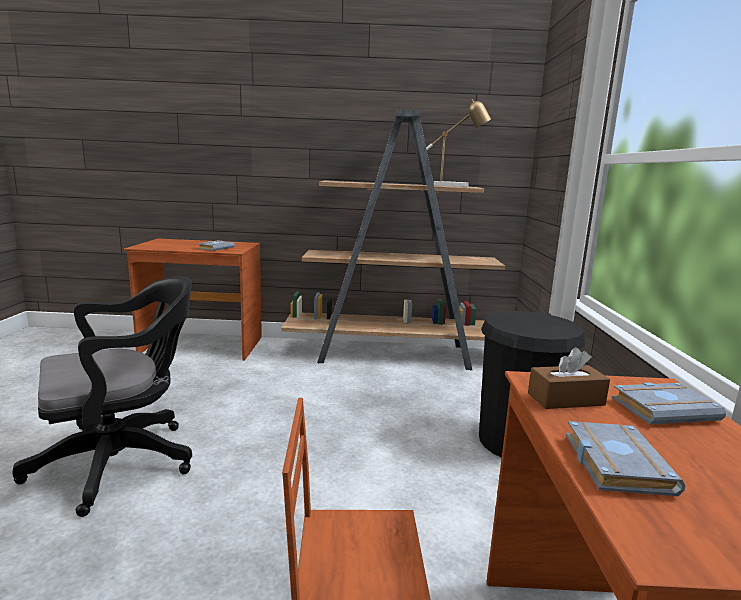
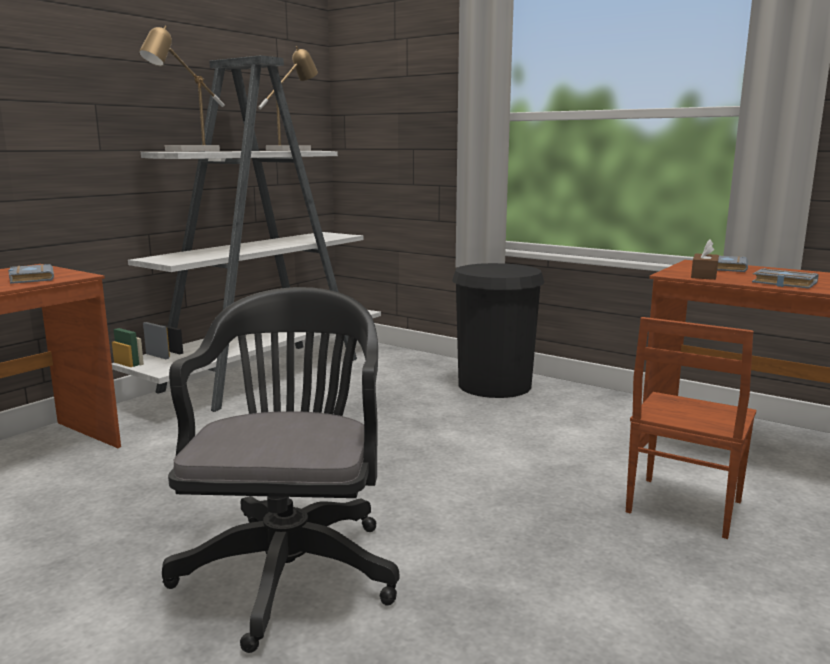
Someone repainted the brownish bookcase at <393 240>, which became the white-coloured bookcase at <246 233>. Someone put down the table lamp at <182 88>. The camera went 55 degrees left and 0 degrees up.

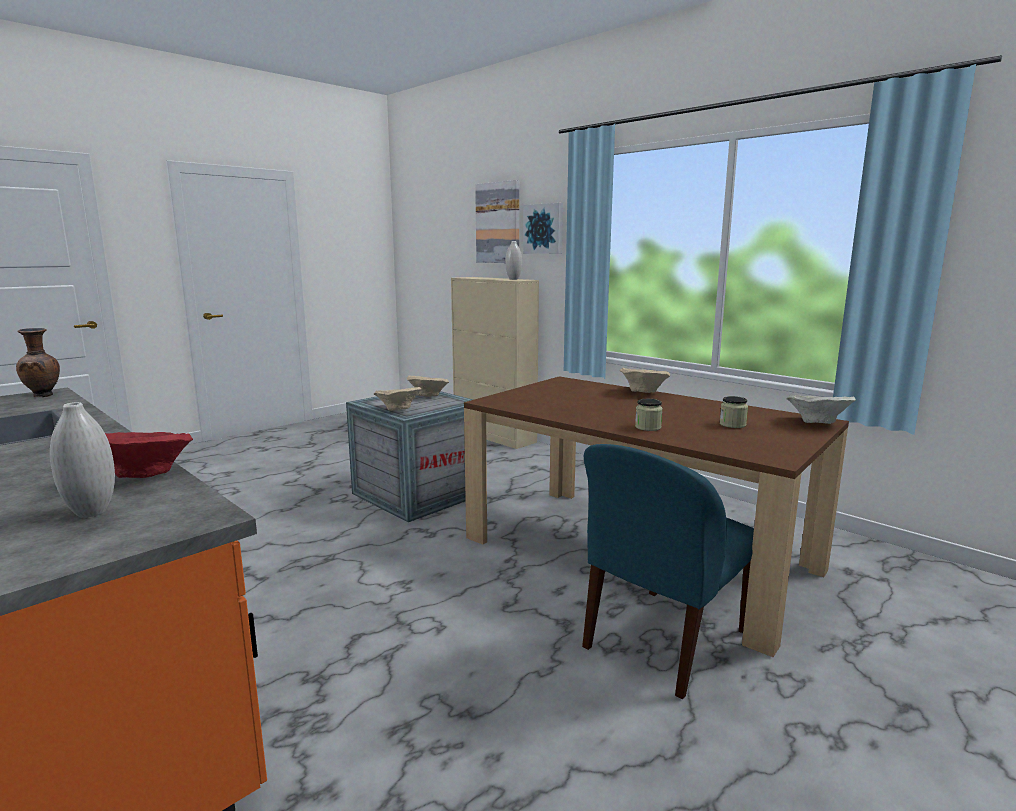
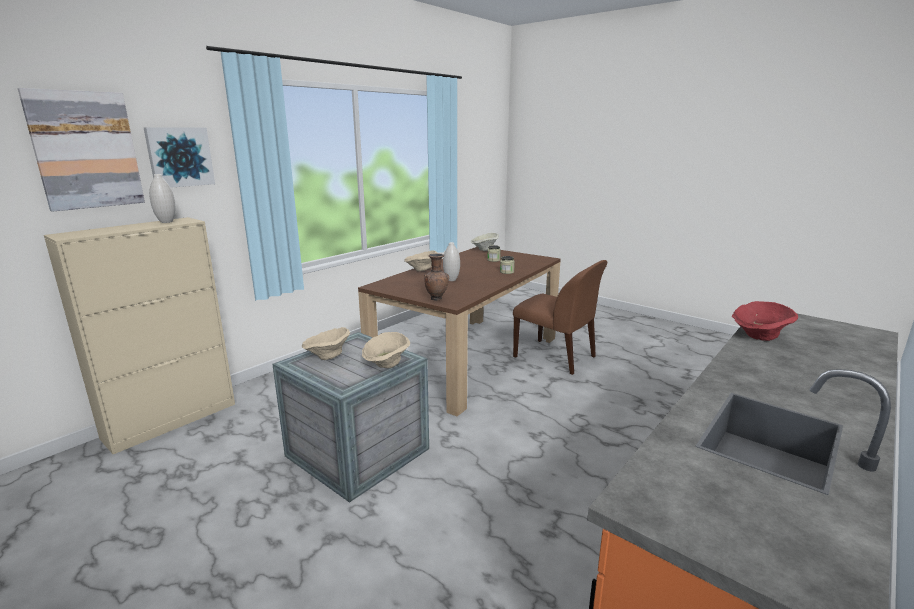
Someone carried the brownish vase from <38 362> to <436 277>. Someone carried the white-coloured vase from <82 460> to <451 261>. Someone repainted the blue-coloured chair at <668 571>, which became the brownish chair at <560 317>. The camera went 95 degrees left and 5 degrees up.

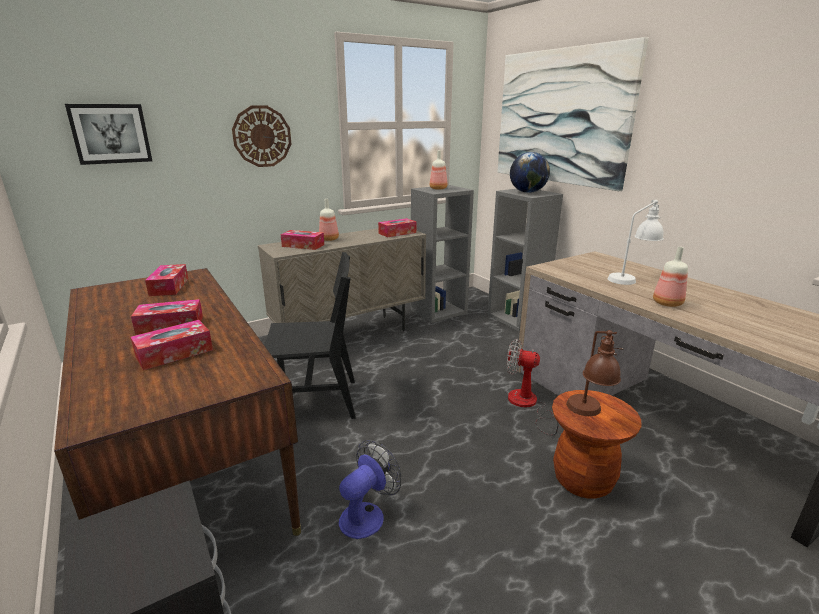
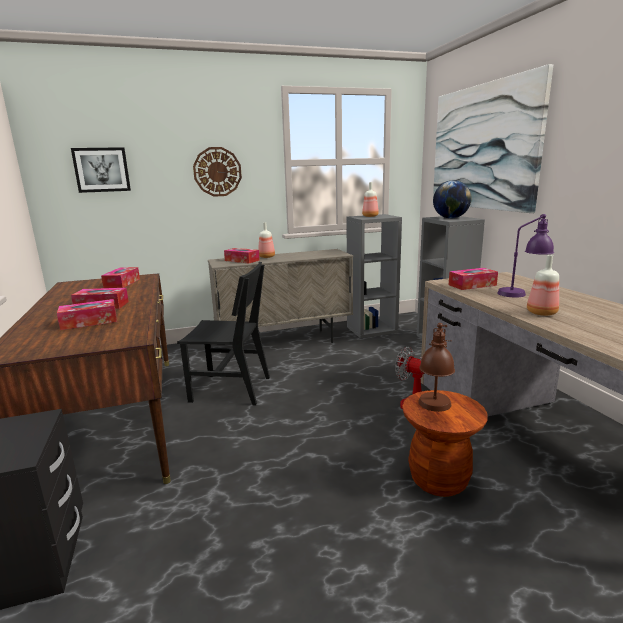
Someone carried the tissue box from <397 227> to <473 279>. Someone repainted the white-coloured table lamp at <636 242>, which became the purple-coloured table lamp at <525 255>. Someone took away the cooling fan at <370 489>. The camera went 15 degrees right and 5 degrees down.

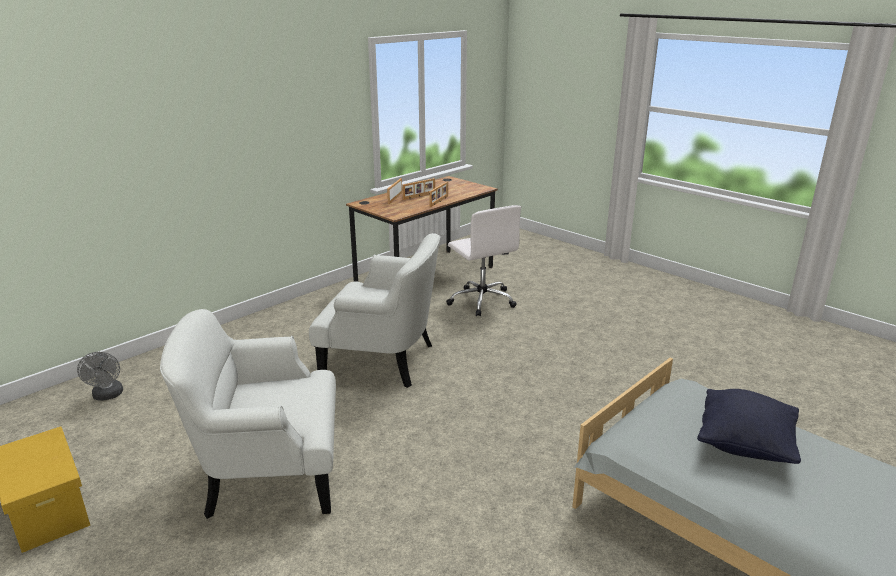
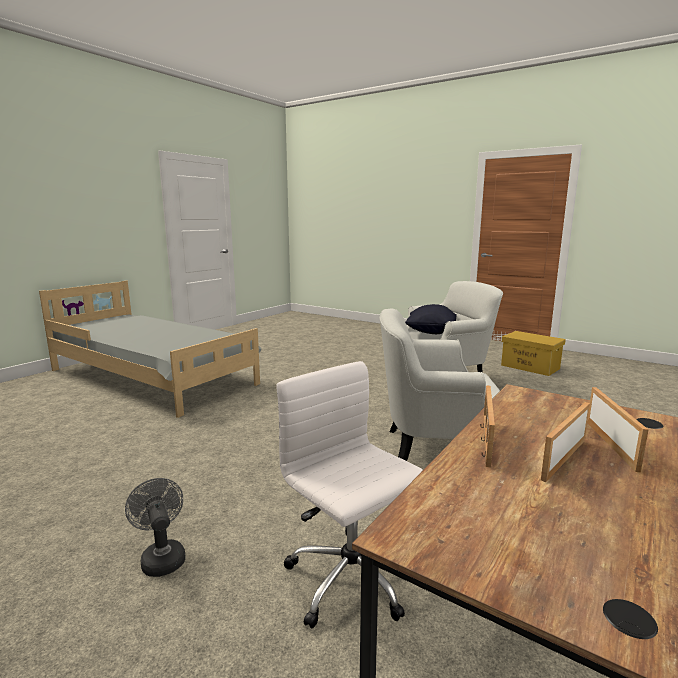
Someone carried the grey cooling fan from <100 376> to <155 527>. Someone carried the blackish throw pillow from <749 426> to <431 319>. The camera went 170 degrees right and 10 degrees down.

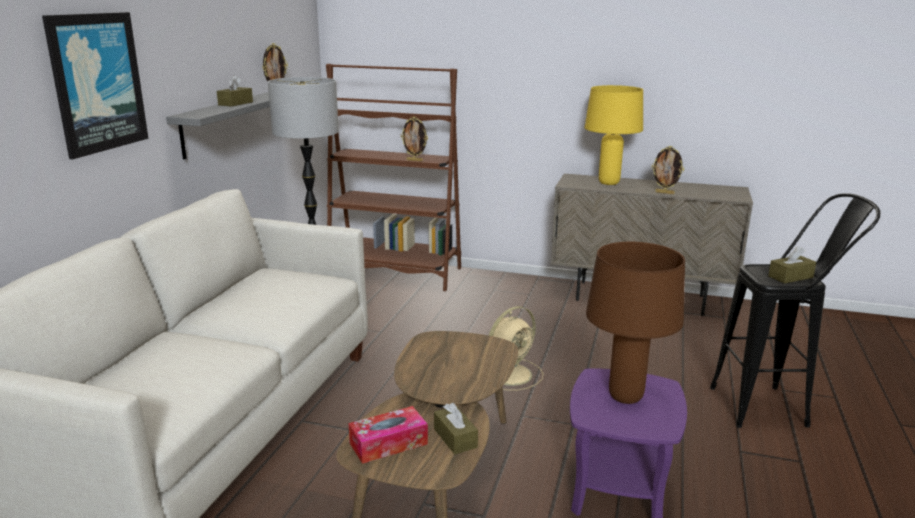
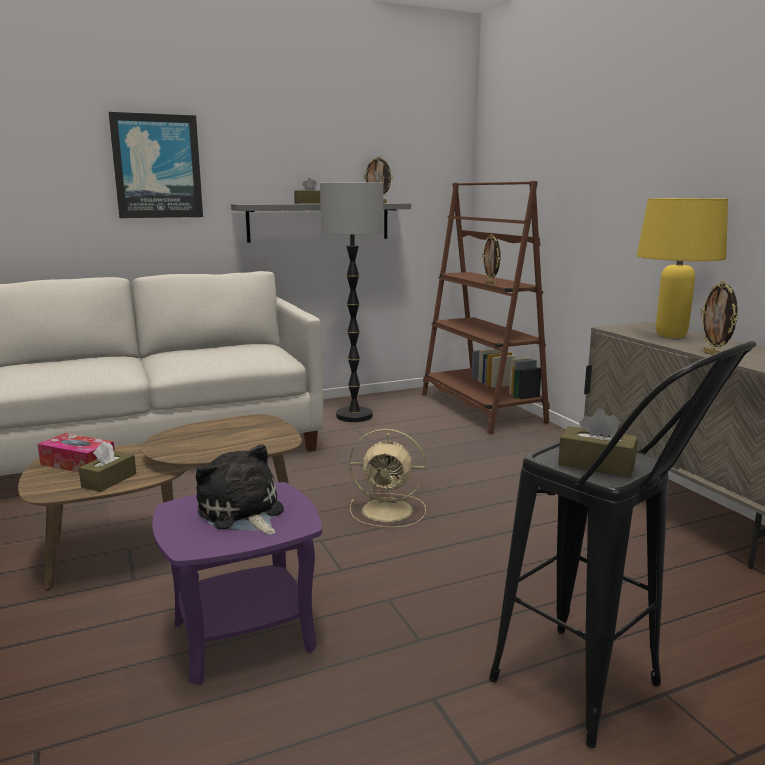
Someone swapped the brownish table lamp at <635 323> for the cuddly toy at <240 489>. The camera went 50 degrees right and 5 degrees down.

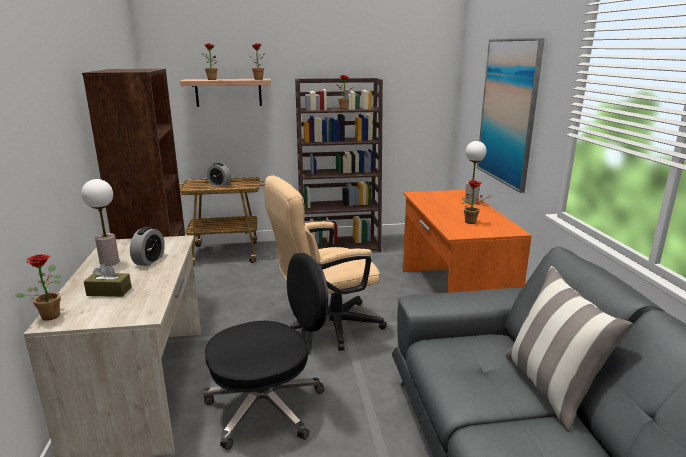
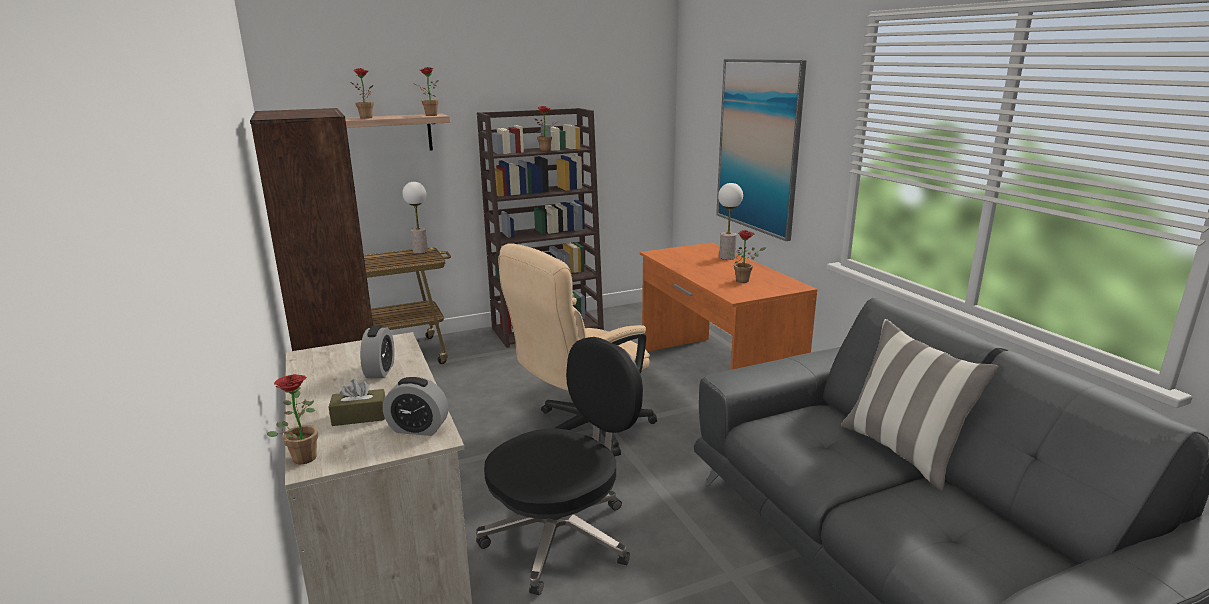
Someone carried the bedside clock from <219 174> to <415 406>. Someone carried the table lamp from <100 222> to <415 217>. The camera went 15 degrees left and 0 degrees up.

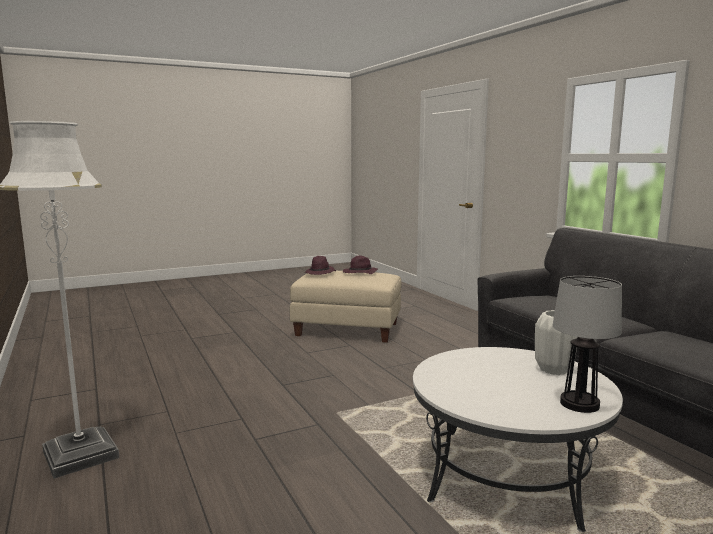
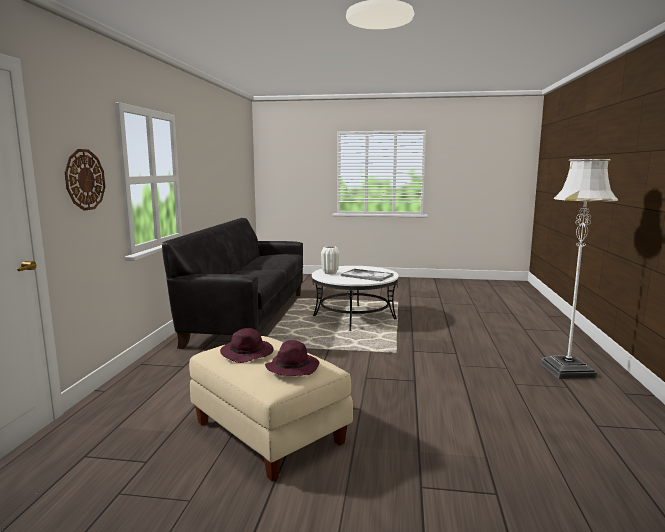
Someone put up the hanging clock at <85 180>. Someone put down the carrying tray at <367 275>. Someone took away the table lamp at <587 344>. The camera went 145 degrees left and 0 degrees up.

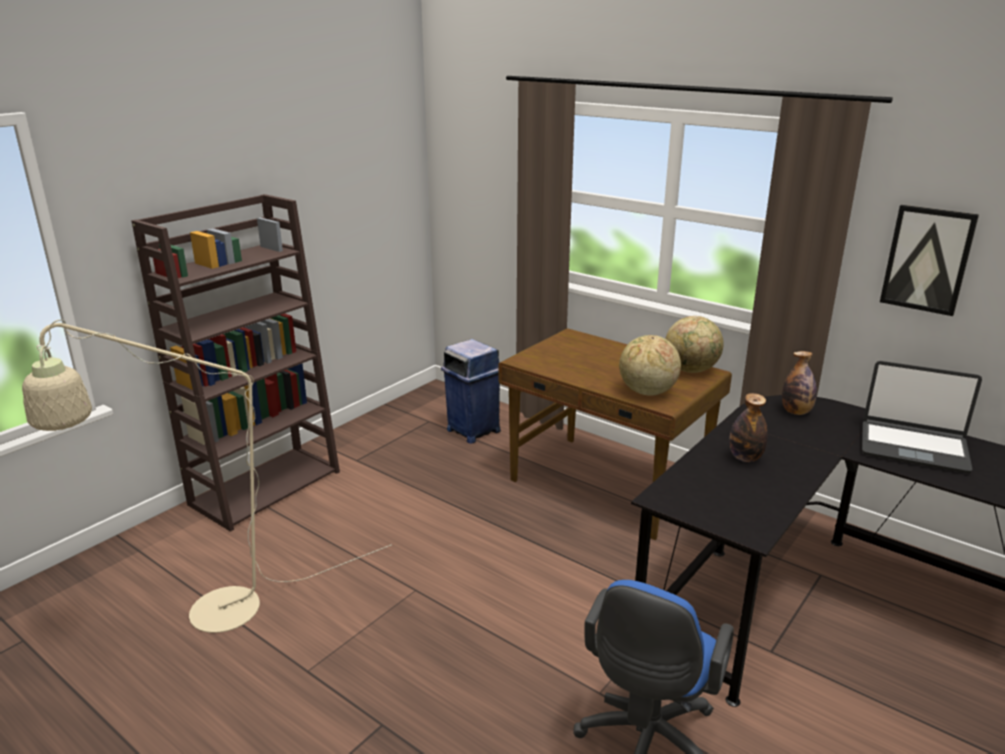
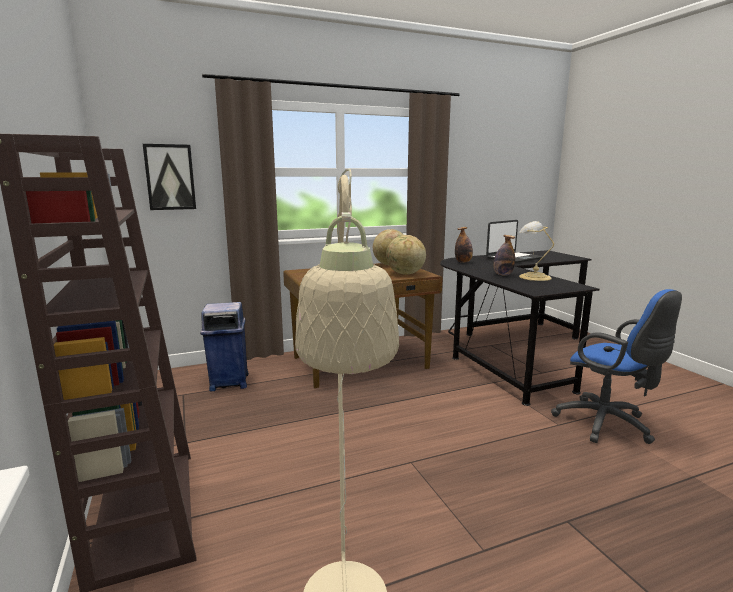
Someone carried the wall picture from <929 260> to <169 177>. Someone put down the table lamp at <536 251>. The camera went 60 degrees left and 10 degrees down.

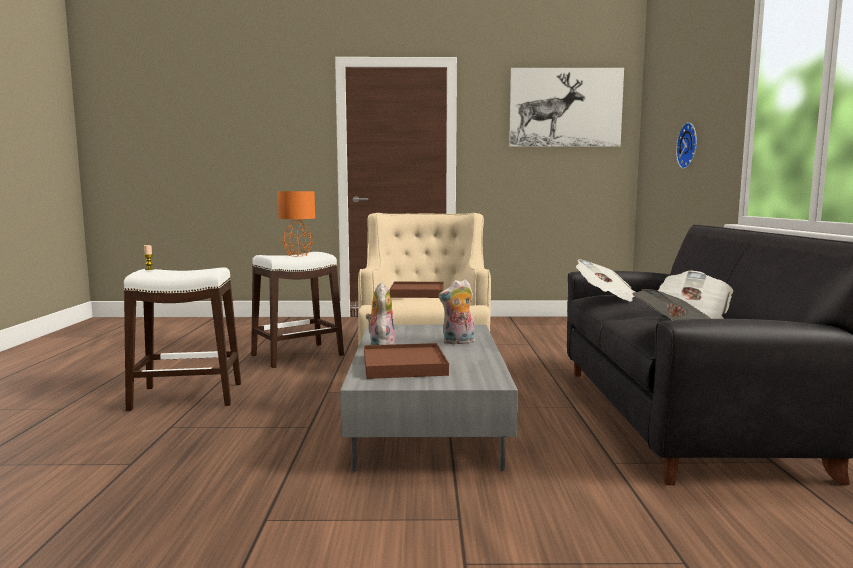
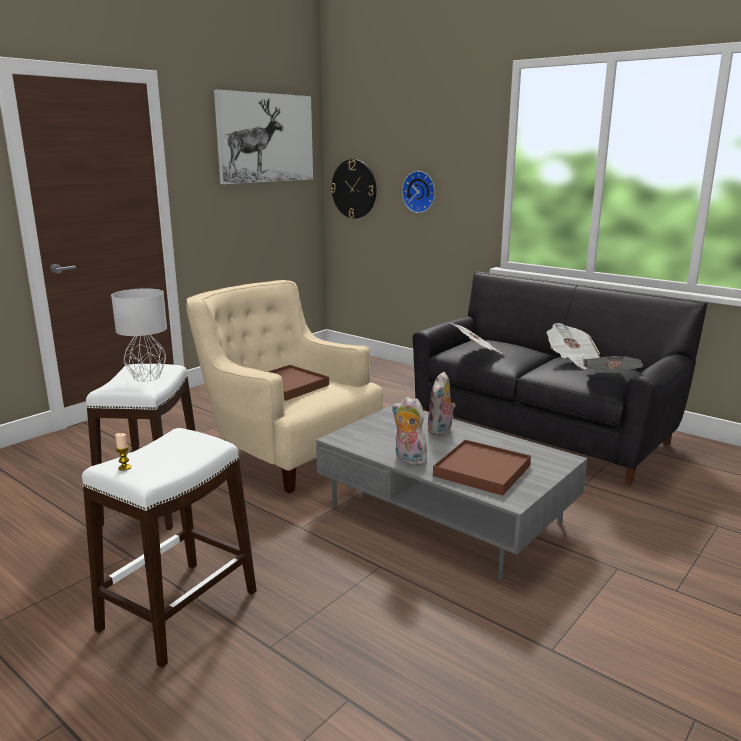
Someone repainted the orangey table lamp at <296 223>, which became the grey table lamp at <139 335>. Someone put up the hanging clock at <353 189>. The camera went 50 degrees left and 10 degrees up.

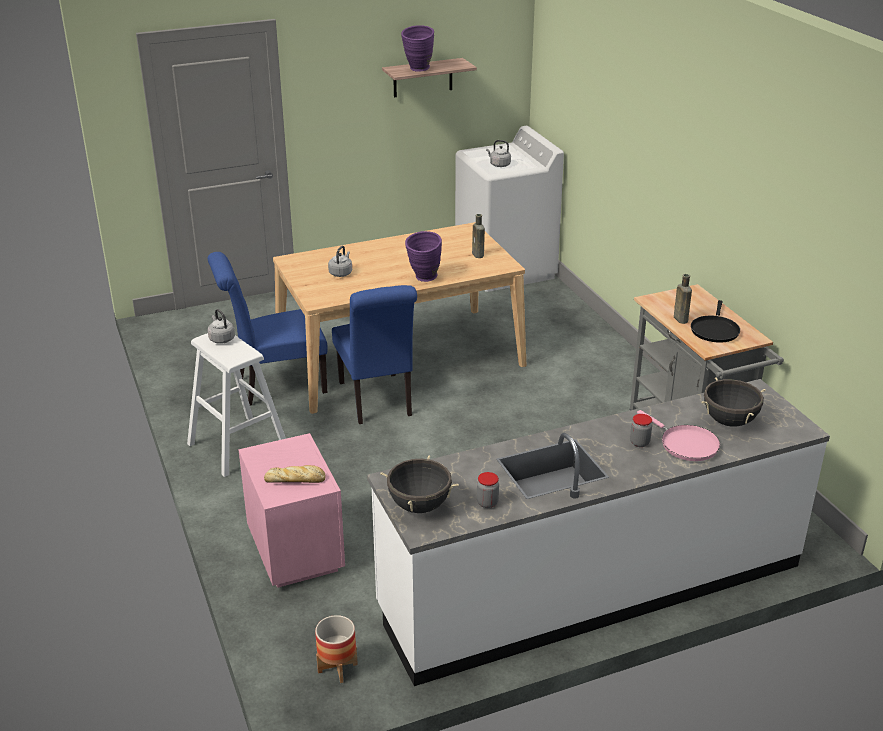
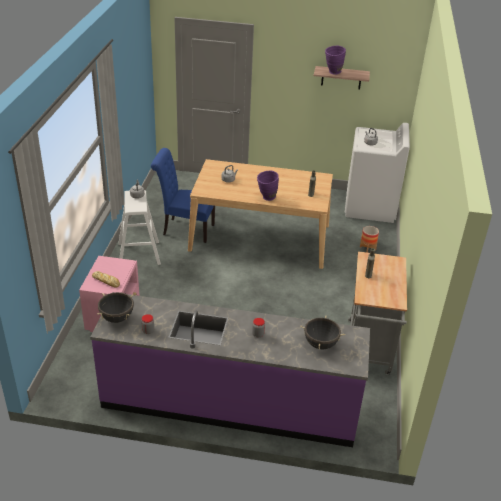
Someone repainted the white-coloured kitchen base unit at <598 532>, which became the purple-coloured kitchen base unit at <230 369>. Someone carried the flower pot from <336 649> to <369 239>. Someone took away the blue-coloured chair at <374 354>. Someone took away the pink-coloured frying pan at <678 435>. Someone took away the blackish frying pan at <715 321>. The camera went 30 degrees right and 5 degrees up.

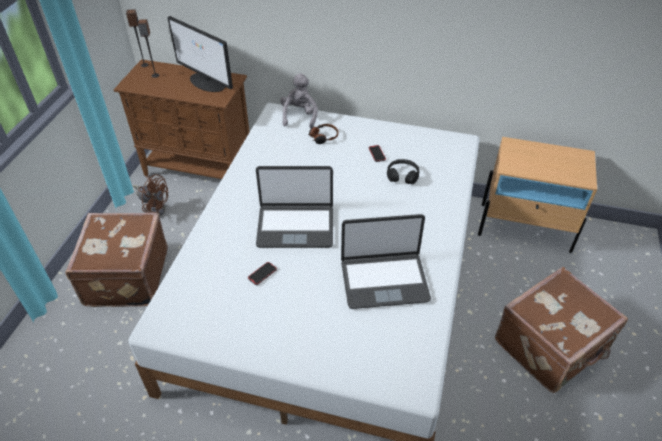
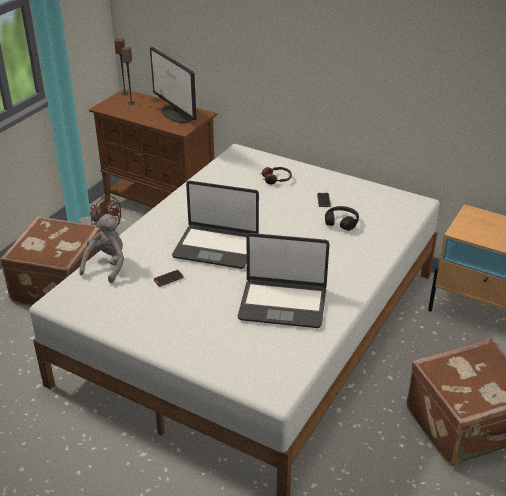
Someone carried the grey cuddly toy from <299 100> to <101 248>. The camera went 15 degrees right and 10 degrees down.

